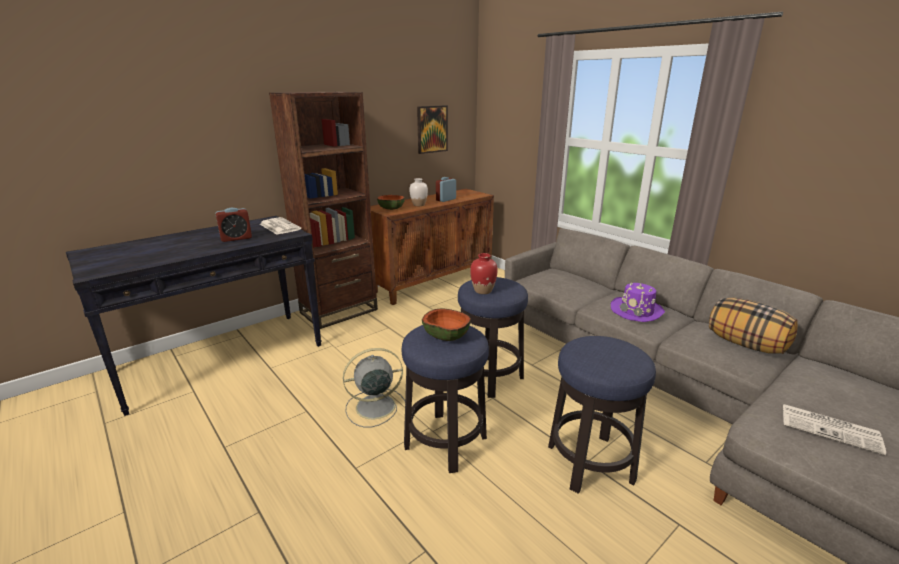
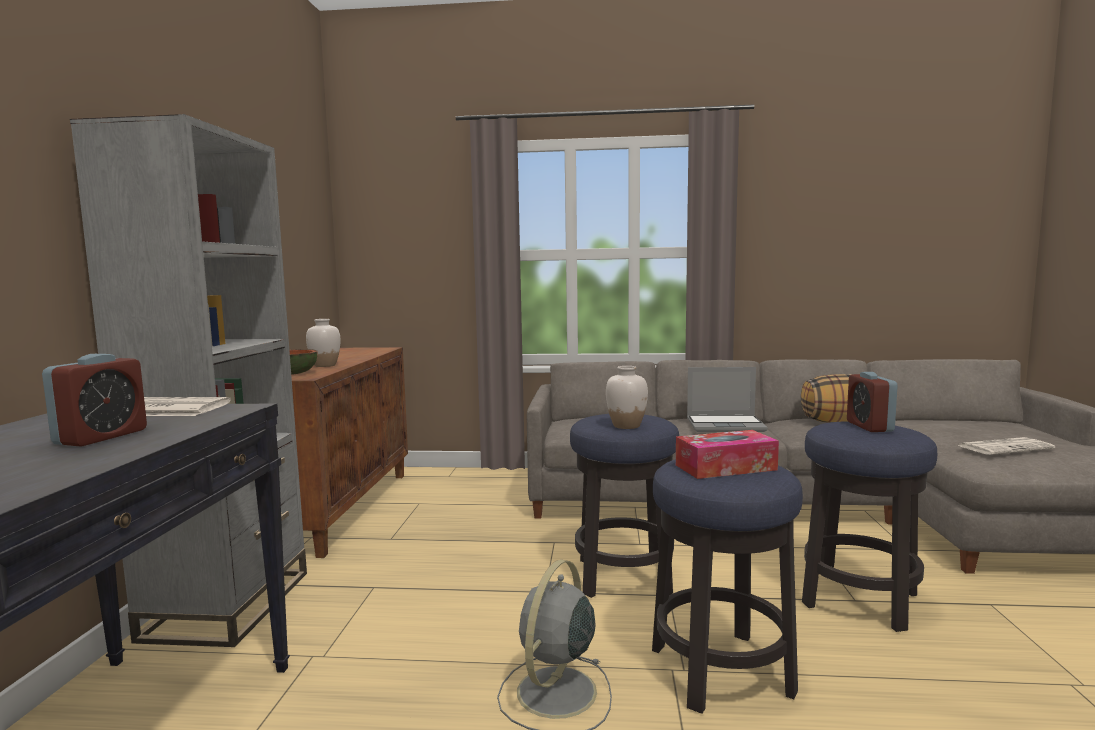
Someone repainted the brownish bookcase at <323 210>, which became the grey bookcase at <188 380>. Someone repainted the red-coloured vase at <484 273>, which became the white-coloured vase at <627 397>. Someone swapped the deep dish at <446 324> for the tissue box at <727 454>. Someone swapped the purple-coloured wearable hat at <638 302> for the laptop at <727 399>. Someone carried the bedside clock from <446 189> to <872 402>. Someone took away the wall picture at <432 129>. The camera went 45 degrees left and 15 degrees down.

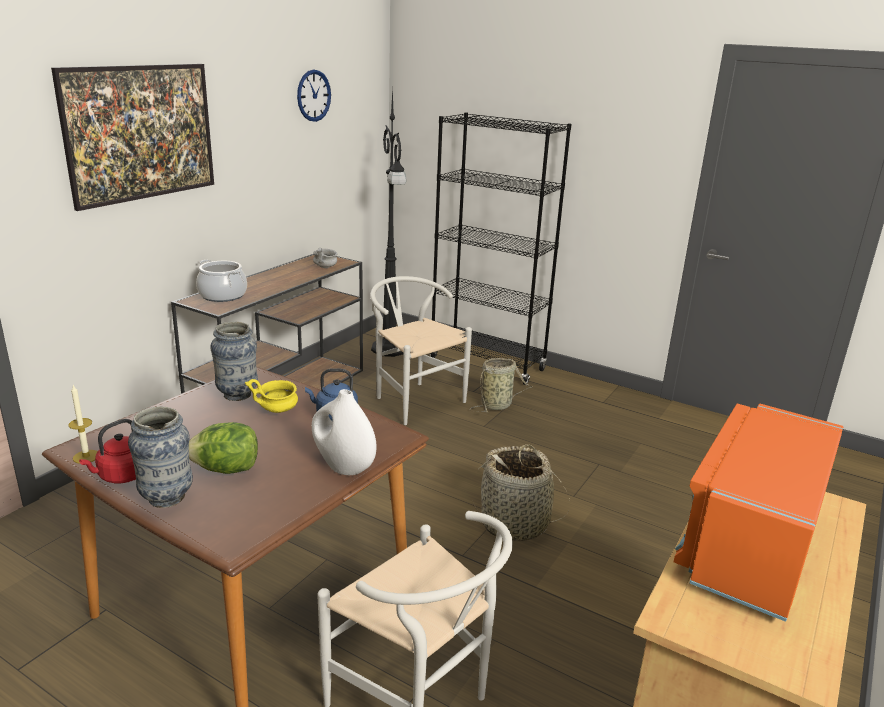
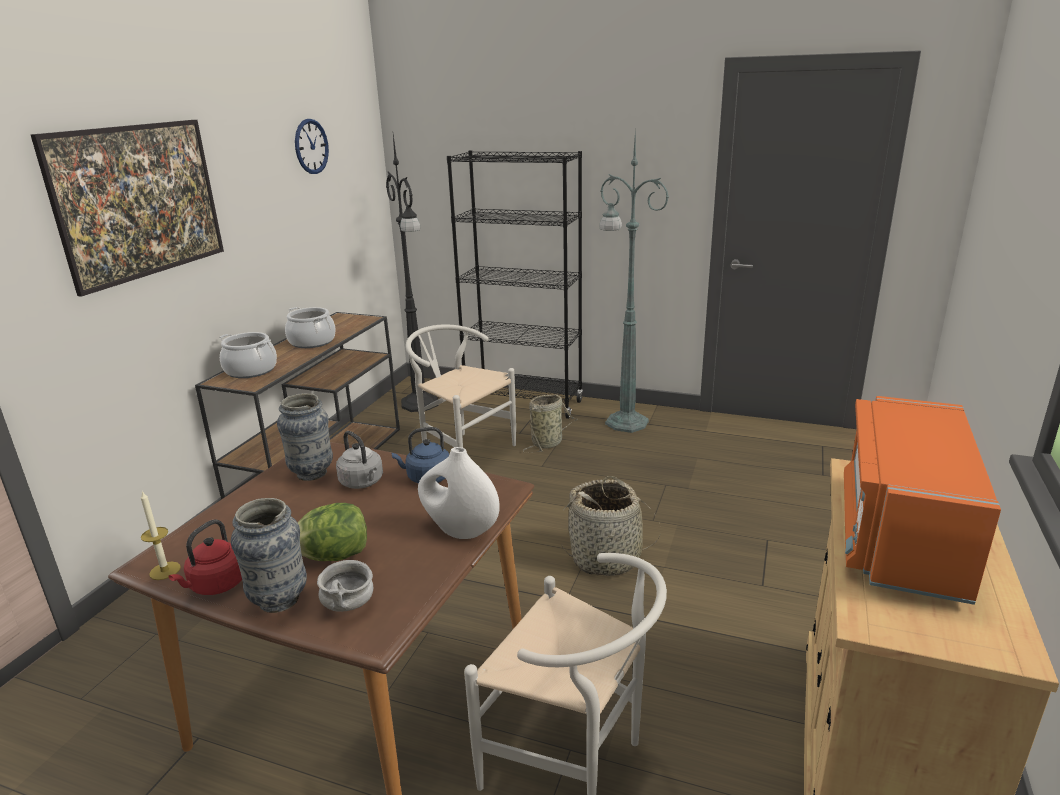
Someone put down the cooking pot at <310 327>. Someone carried the grey deep dish from <325 258> to <345 586>. Someone swapped the yellow deep dish at <271 396> for the grey tea kettle at <359 460>. Someone put down the green floor lamp at <634 280>. The camera went 10 degrees left and 0 degrees up.

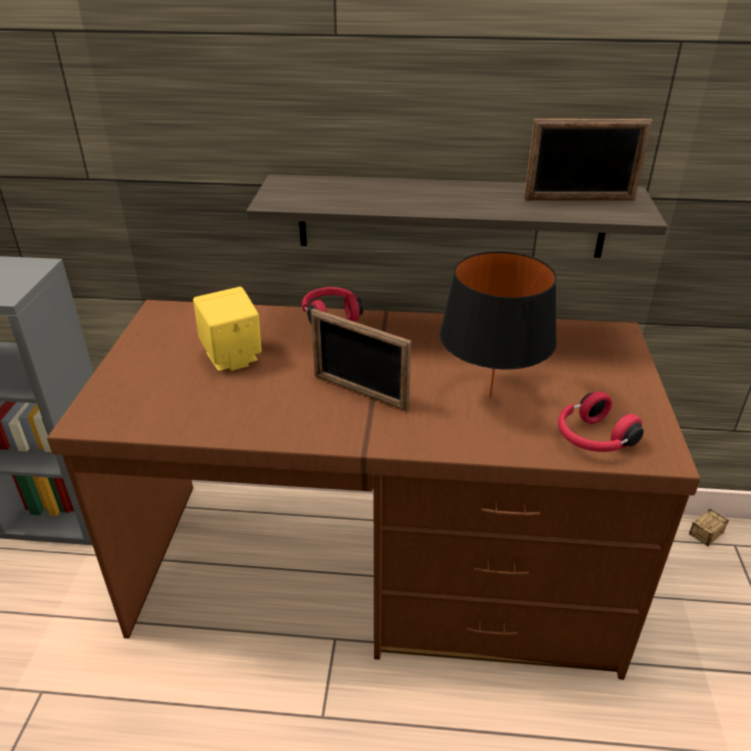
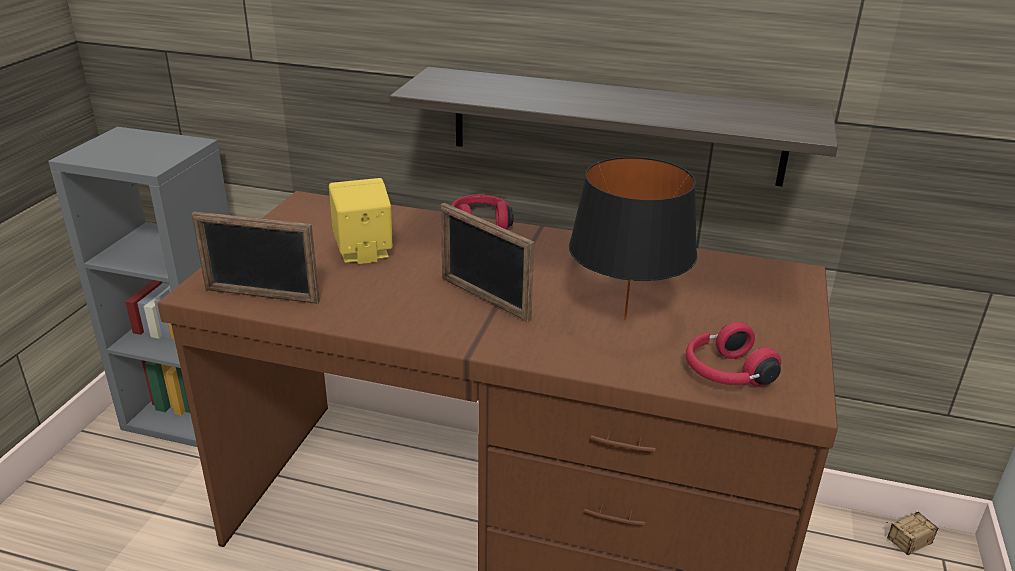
Someone carried the picture frame from <588 160> to <256 257>. The camera went 10 degrees right and 5 degrees down.

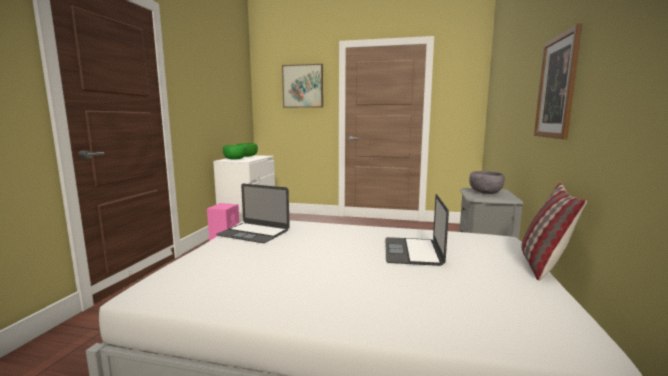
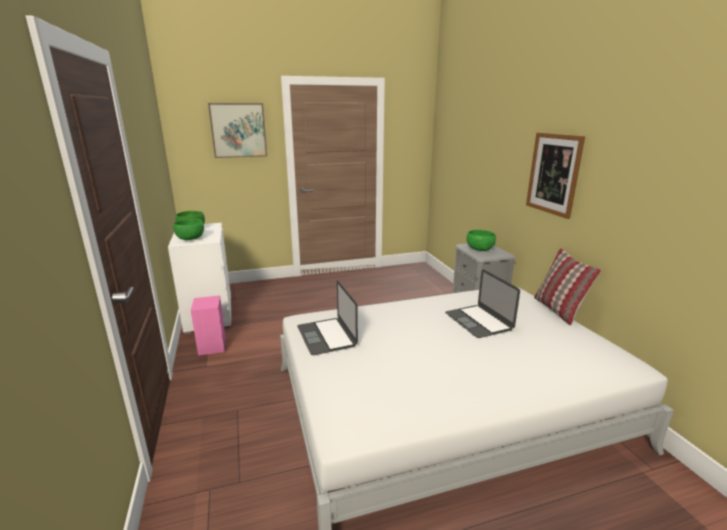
Someone rotated the laptop at <253 213> by 75 degrees clockwise. Someone repainted the grey deep dish at <487 182>, which became the green deep dish at <481 240>. The camera went 30 degrees left and 10 degrees up.

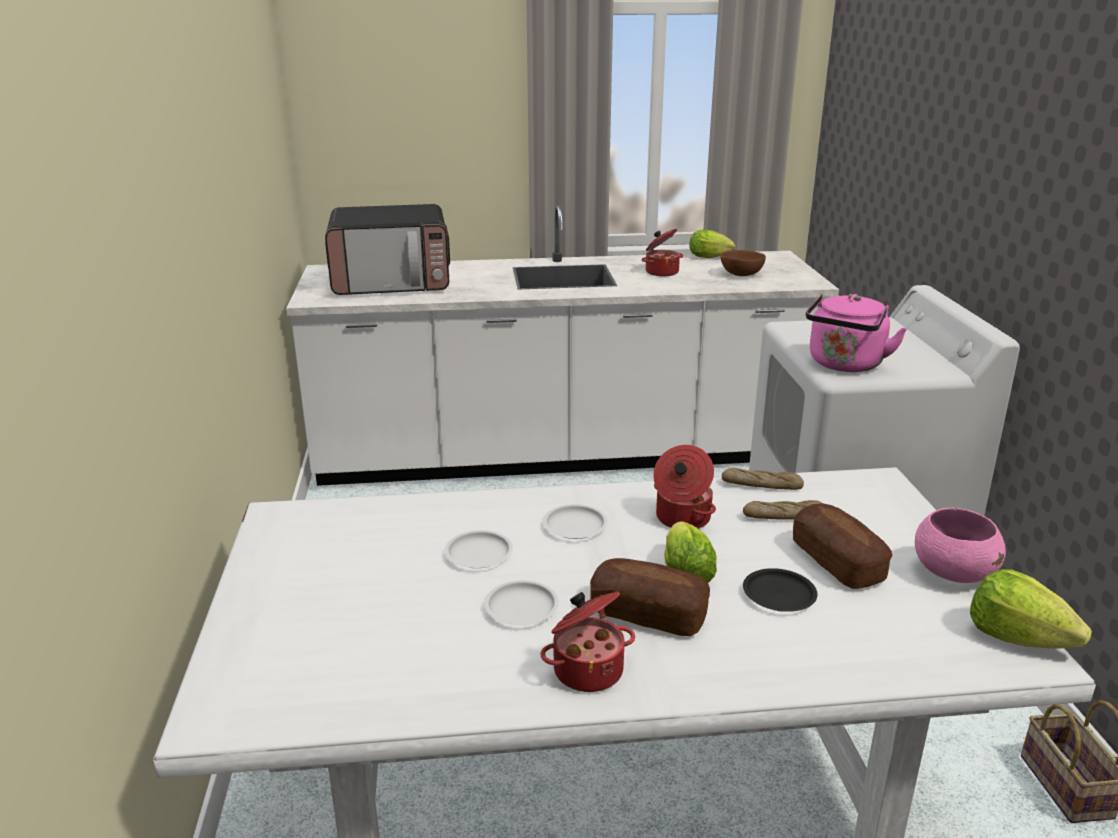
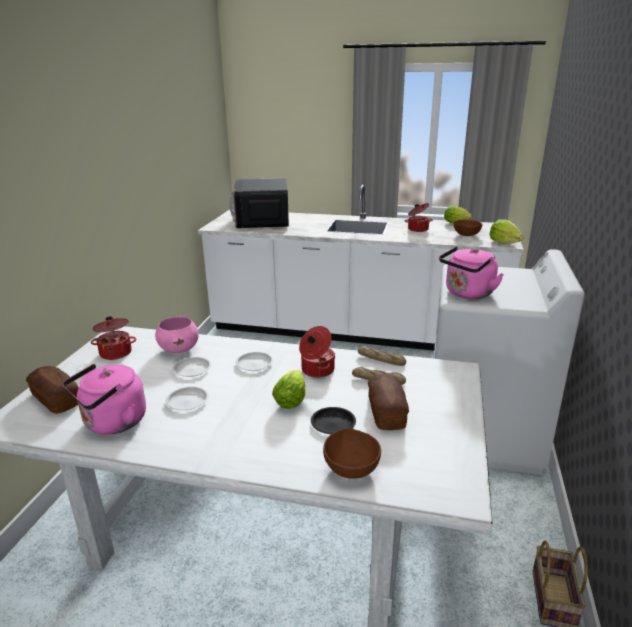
Someone carried the bread from <650 597> to <52 390>. Someone put down the pink-coloured tea kettle at <104 399>. Someone carried the cooking pot from <588 641> to <113 338>. Someone carried the pink-coloured deep dish from <960 545> to <177 334>. Someone rotated the microwave at <387 249> by 75 degrees clockwise. Someone put down the brownish deep dish at <352 453>. Someone carried the head of lettuce from <1031 608> to <507 231>. The camera went 20 degrees right and 0 degrees up.

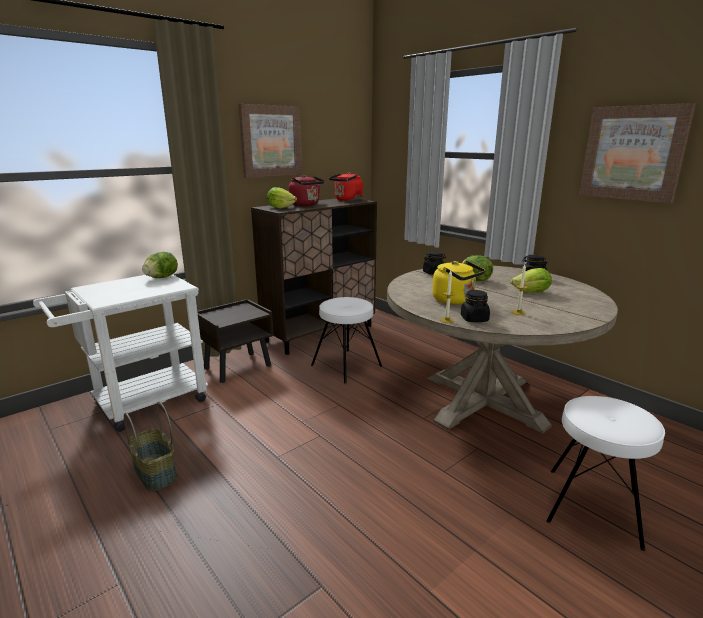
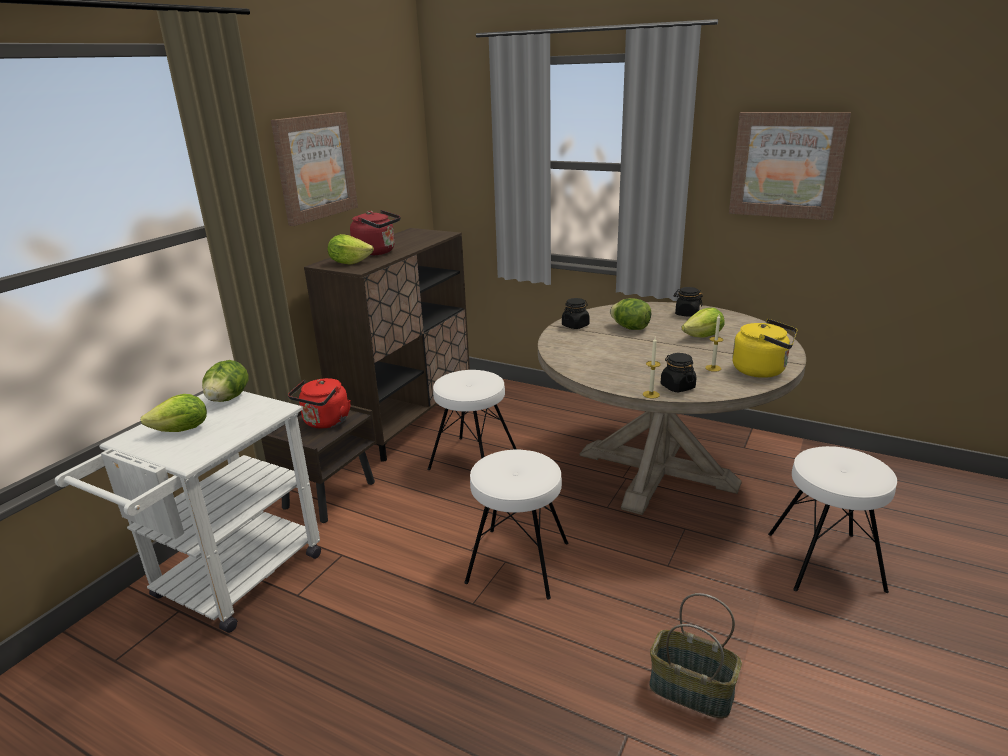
Someone put down the head of lettuce at <174 413>. Someone carried the red-coloured tea kettle from <346 186> to <319 403>. Someone put down the white-coloured sitting stool at <516 525>. Someone carried the household basket from <150 446> to <695 655>. Someone carried the yellow tea kettle from <458 283> to <764 348>. The camera went 20 degrees left and 5 degrees up.

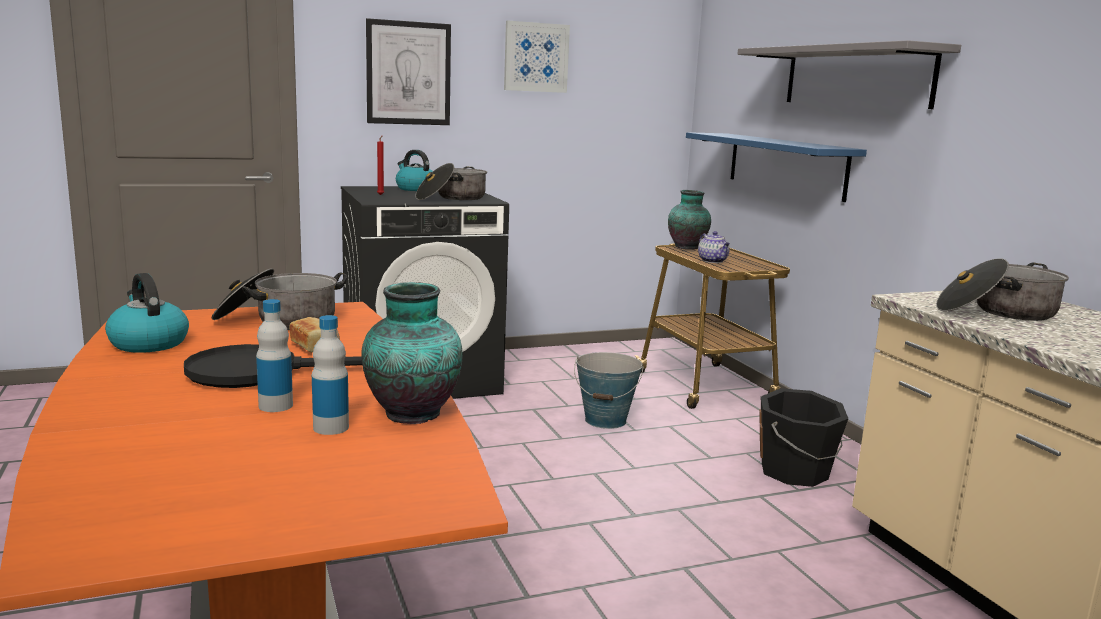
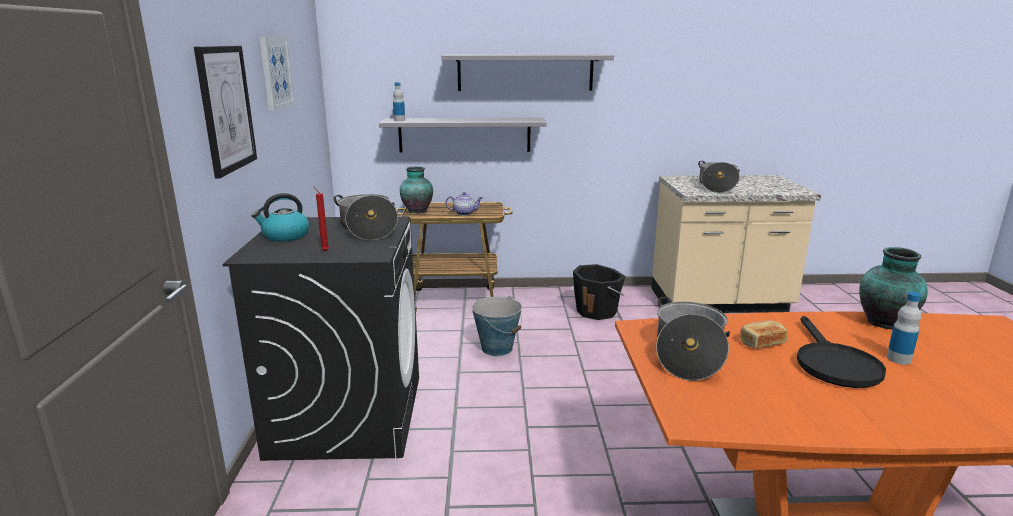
Someone repainted the blue-coloured bracket shelf at <776 167>, which became the grey bracket shelf at <463 135>. Someone carried the drink bottle from <330 375> to <399 101>. Someone took away the tea kettle at <147 313>. The camera went 70 degrees left and 5 degrees up.

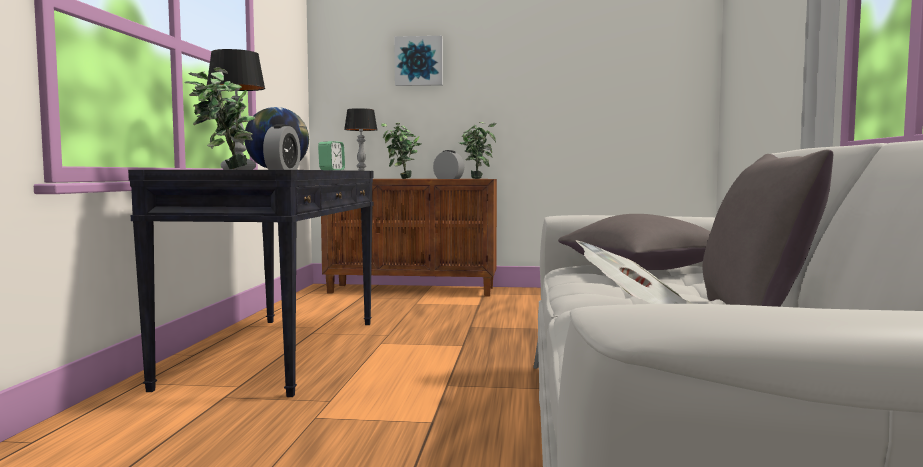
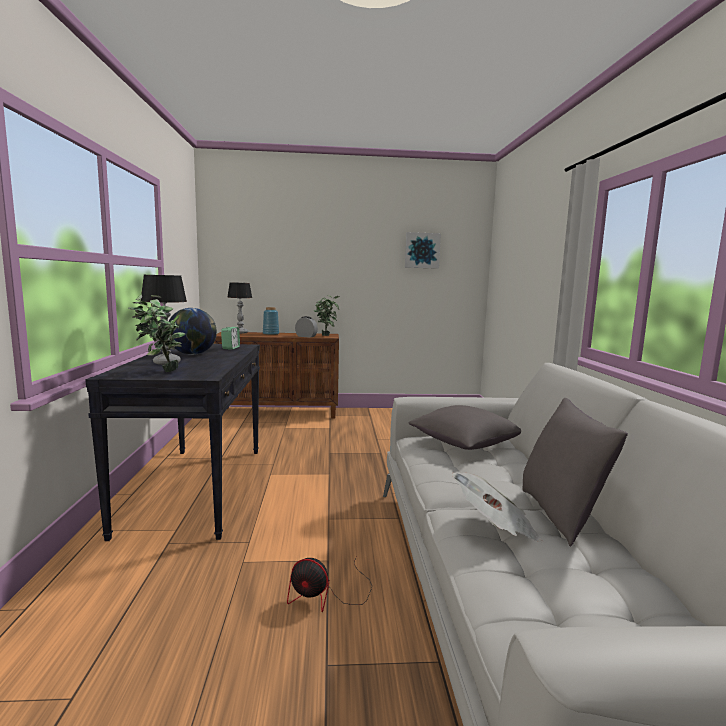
Someone swapped the plant in a pot at <401 151> for the blue-coloured vase at <271 321>. Someone put down the cooling fan at <330 584>. Someone carried the wall picture from <418 61> to <423 250>. Someone took away the bedside clock at <282 147>. The camera went 10 degrees left and 5 degrees up.

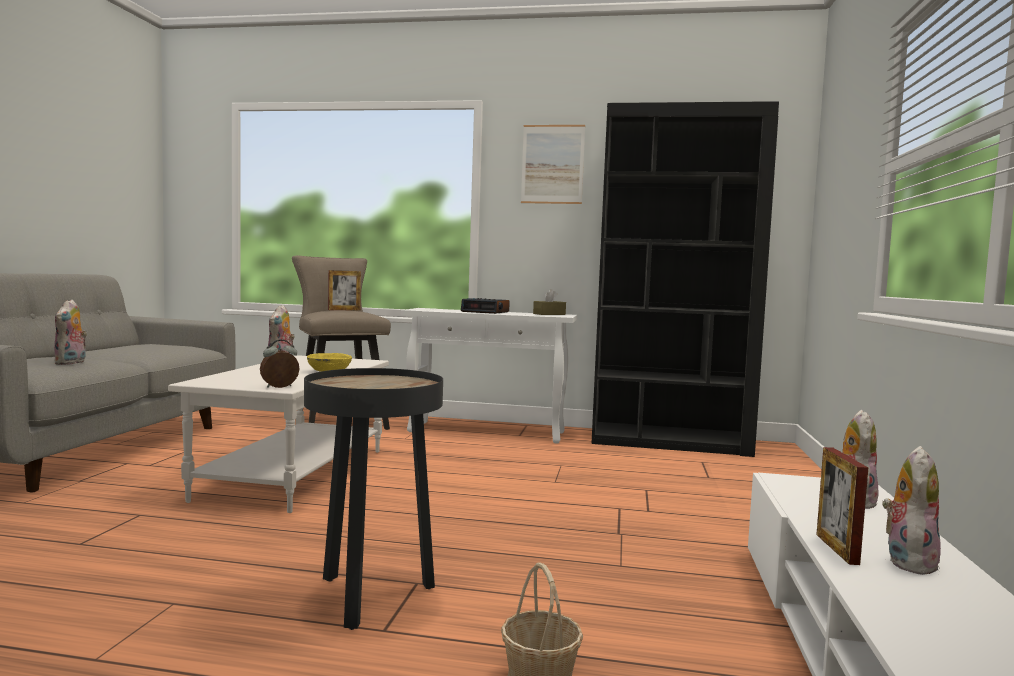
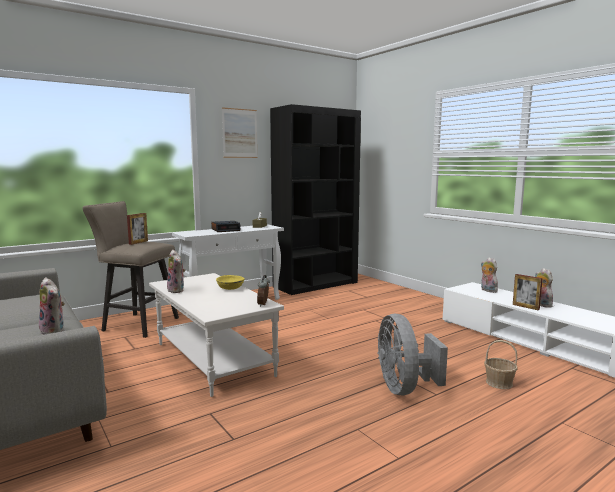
Someone swapped the blackish accent table at <373 499> for the grey cooling fan at <412 355>. The camera went 45 degrees left and 5 degrees up.

